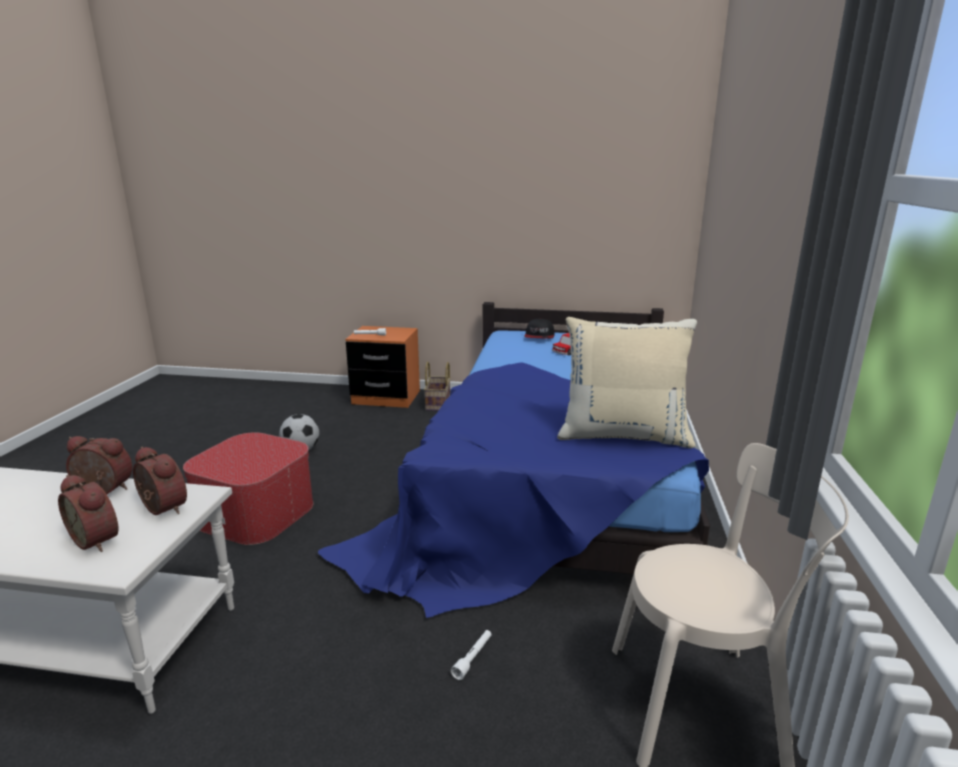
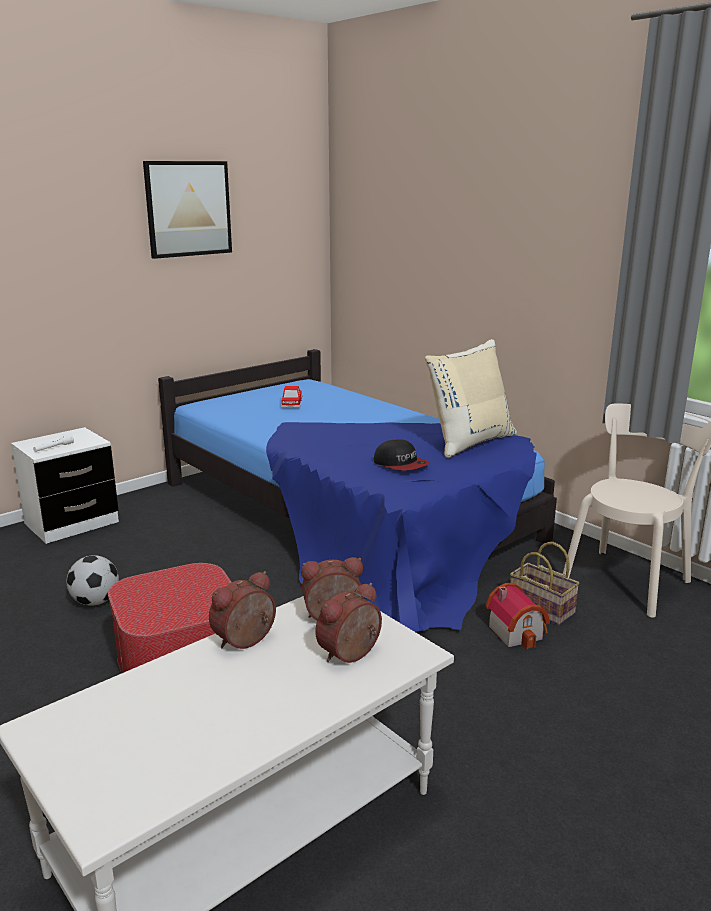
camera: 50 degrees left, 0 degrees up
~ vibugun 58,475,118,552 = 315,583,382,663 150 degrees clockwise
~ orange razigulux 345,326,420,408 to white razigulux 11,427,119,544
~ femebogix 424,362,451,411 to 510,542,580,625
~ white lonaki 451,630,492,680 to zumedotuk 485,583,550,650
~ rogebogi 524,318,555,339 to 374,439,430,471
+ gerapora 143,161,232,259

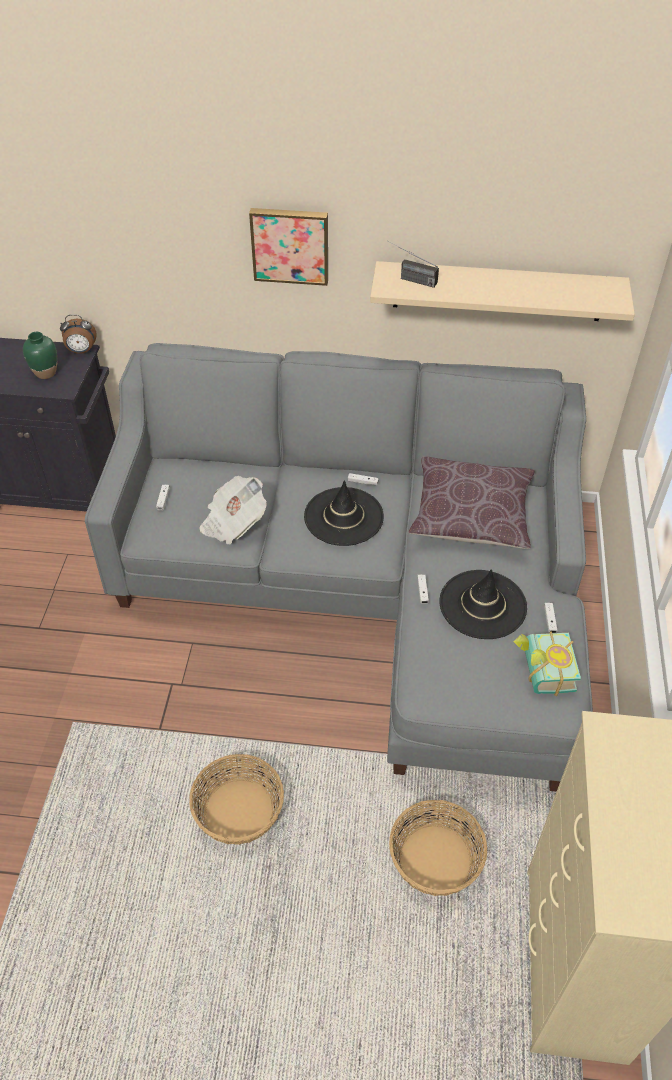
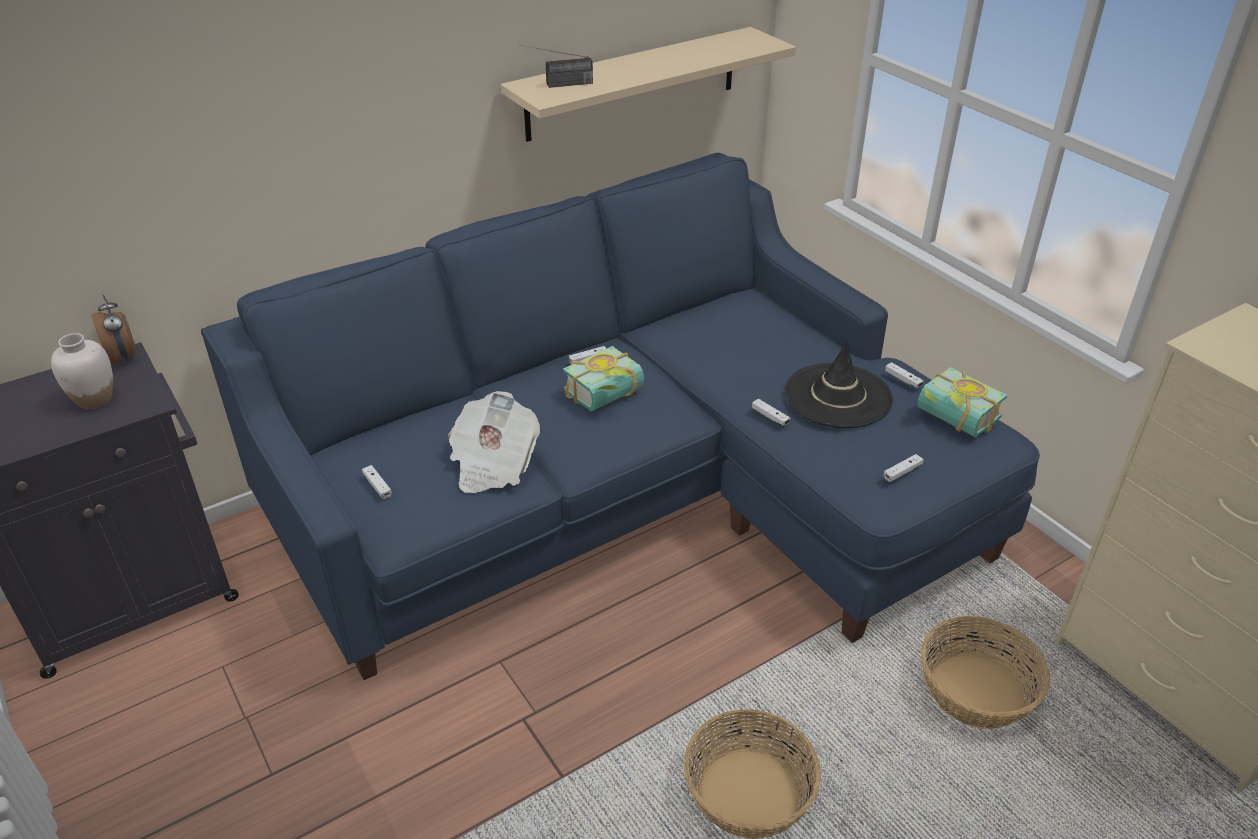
camera: 40 degrees left, 10 degrees down
~ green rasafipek 23,332,57,379 to white rasafipek 51,333,113,410
~ vibugun 60,314,97,354 = 92,295,136,365 75 degrees counterclockwise
~ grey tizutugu 85,343,593,791 to blue tizutugu 201,153,1040,680
- gerapora 249,208,328,286
~ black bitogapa 304,481,384,546 to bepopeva 563,346,644,411
- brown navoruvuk 409,457,535,549
+ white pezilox 884,454,924,482

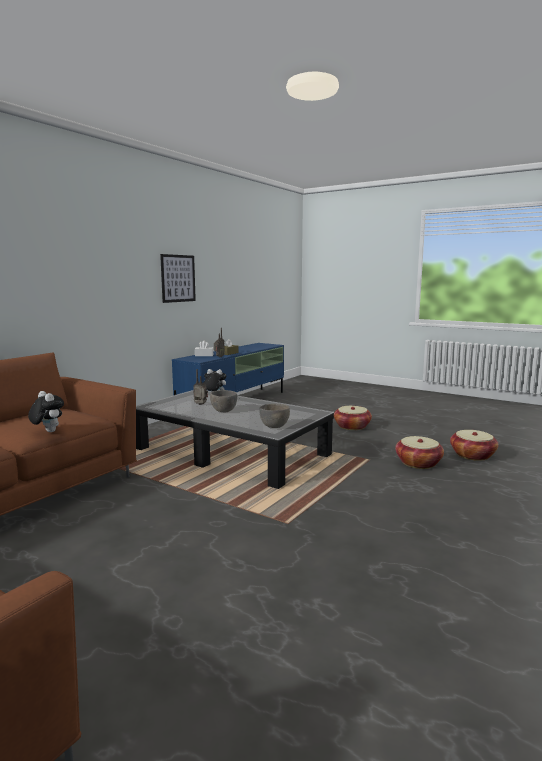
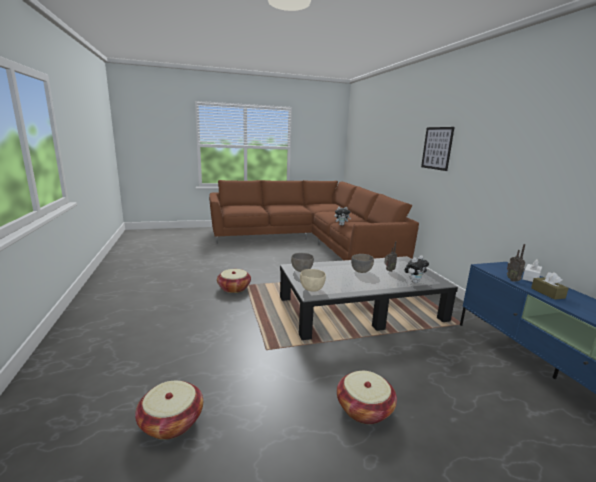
camera: 130 degrees right, 5 degrees up
~ gerapora 160,254,196,303 to 421,127,454,171
~ femebogix 395,436,444,469 to 217,269,251,293
+ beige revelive 300,269,326,292

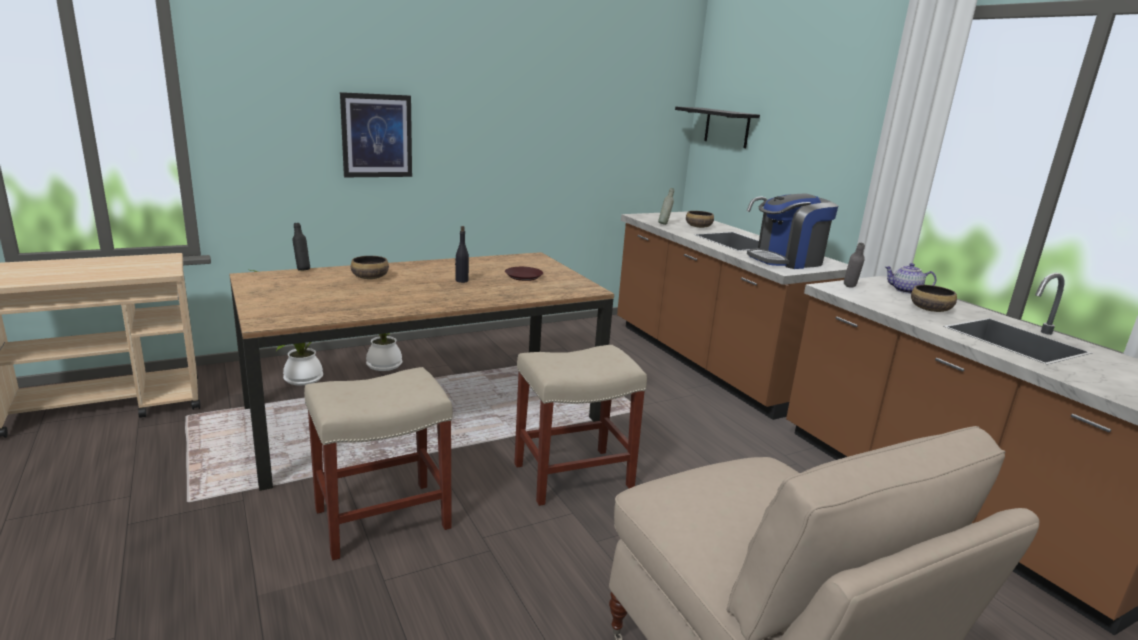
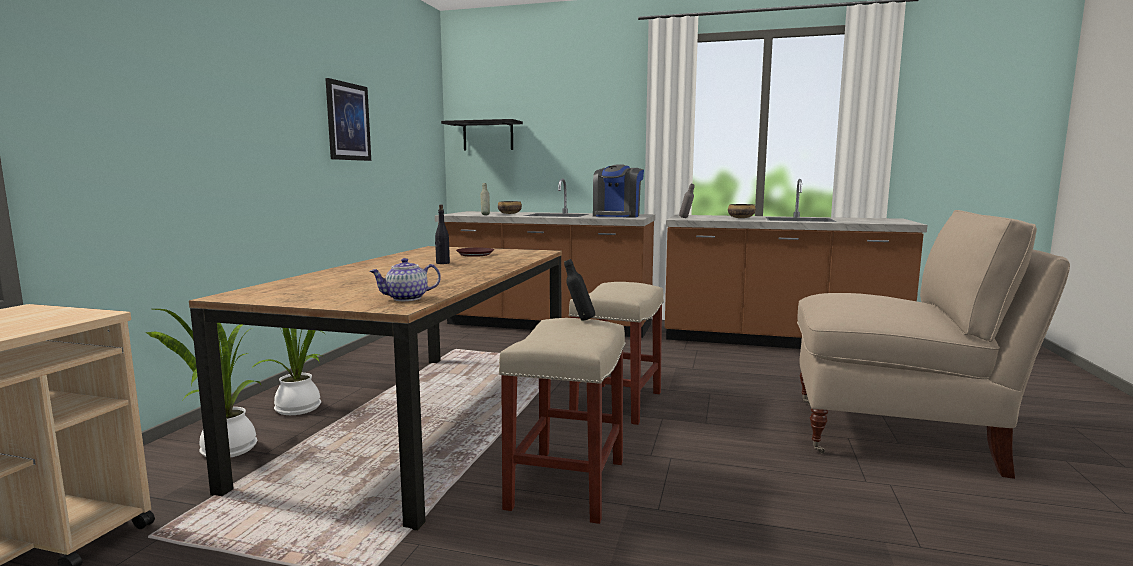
camera: 45 degrees left, 10 degrees down
~ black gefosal 292,223,310,271 to 564,259,595,321
~ gerapora 340,92,412,177 to 325,78,371,161
- revelive 351,256,389,279
~ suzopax 885,263,937,294 to 369,258,441,301

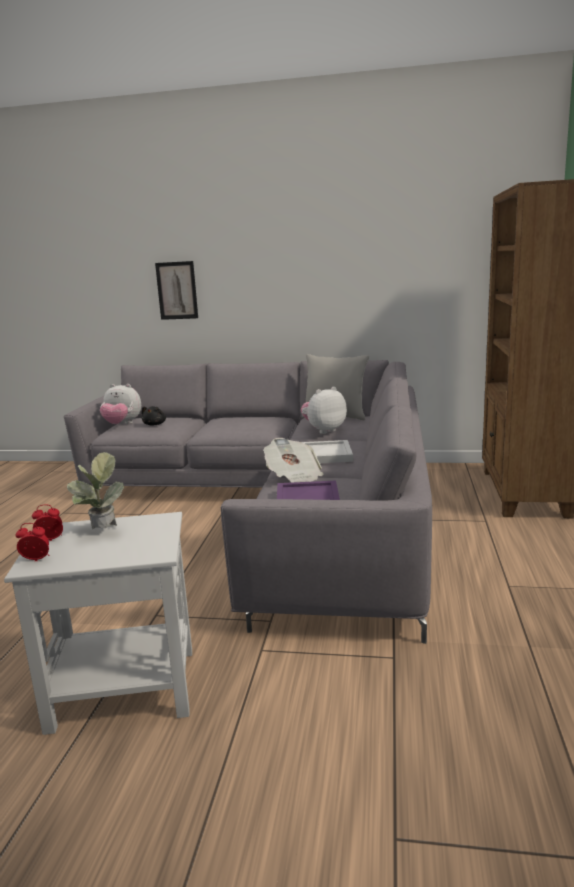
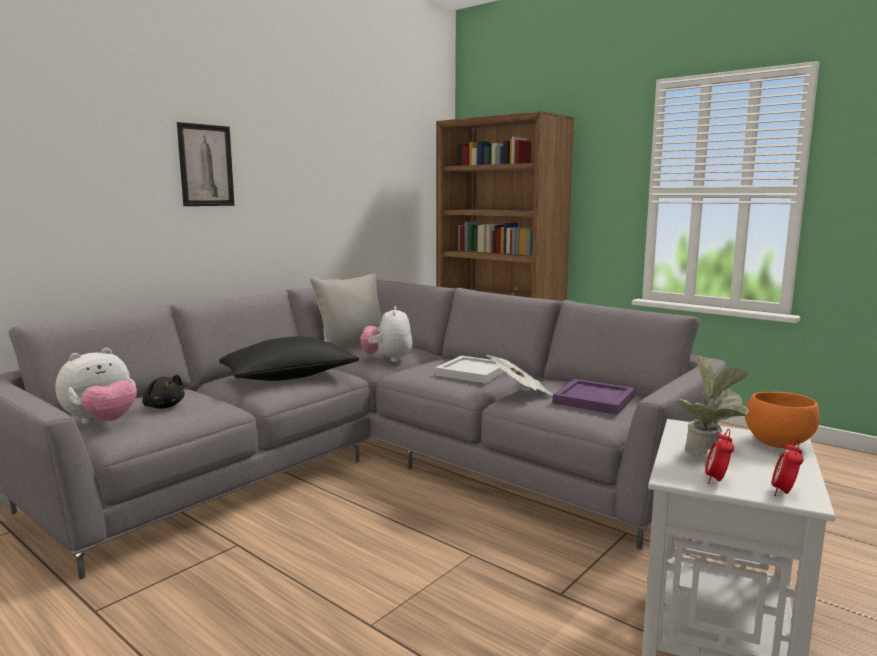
camera: 60 degrees left, 5 degrees down
~ gerapora 155,261,198,320 to 177,122,235,206
+ black navoruvuk 219,336,359,381
+ orange revelive 745,392,819,448

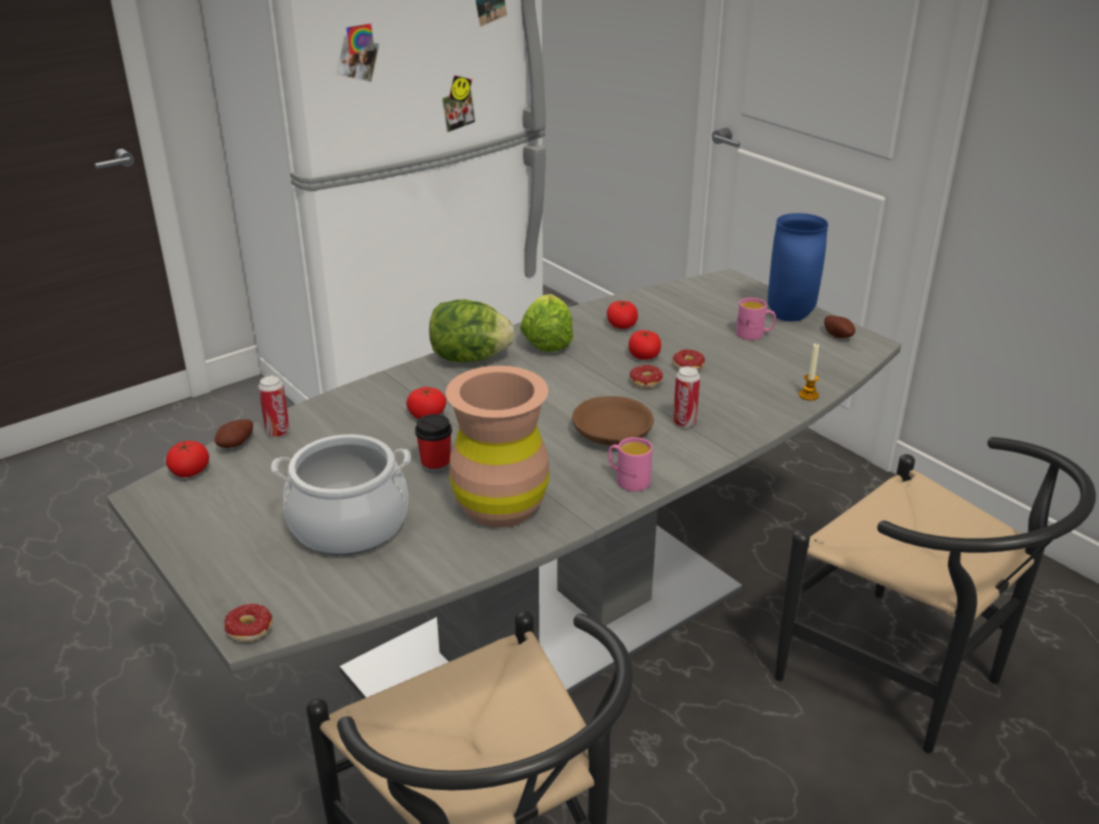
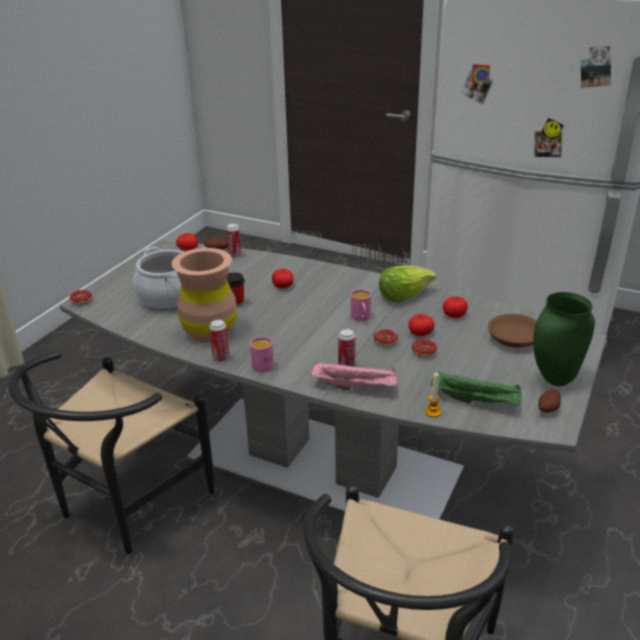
camera: 65 degrees right, 0 degrees up
- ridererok 429,299,515,362
~ brown revelive 572,396,654,446 to 488,314,537,348
~ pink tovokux 736,298,776,340 to 351,289,371,321
~ blue rasafipek 768,213,828,321 to green rasafipek 533,292,595,386
+ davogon 209,319,229,362
+ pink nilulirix 310,361,397,390
+ green nilulirix 431,371,521,405

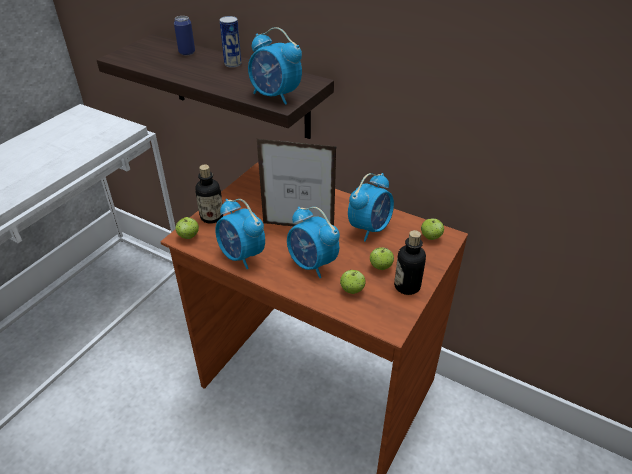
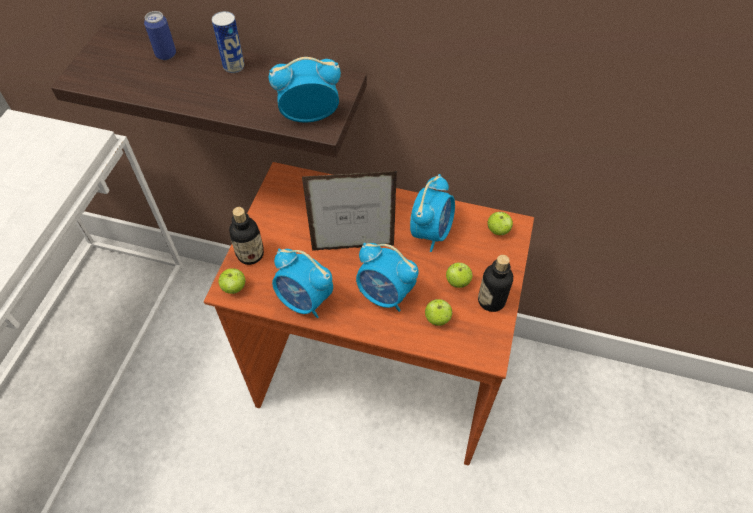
camera: 15 degrees left, 15 degrees up
~ vibugun 248,27,302,105 = 269,57,341,123 150 degrees clockwise

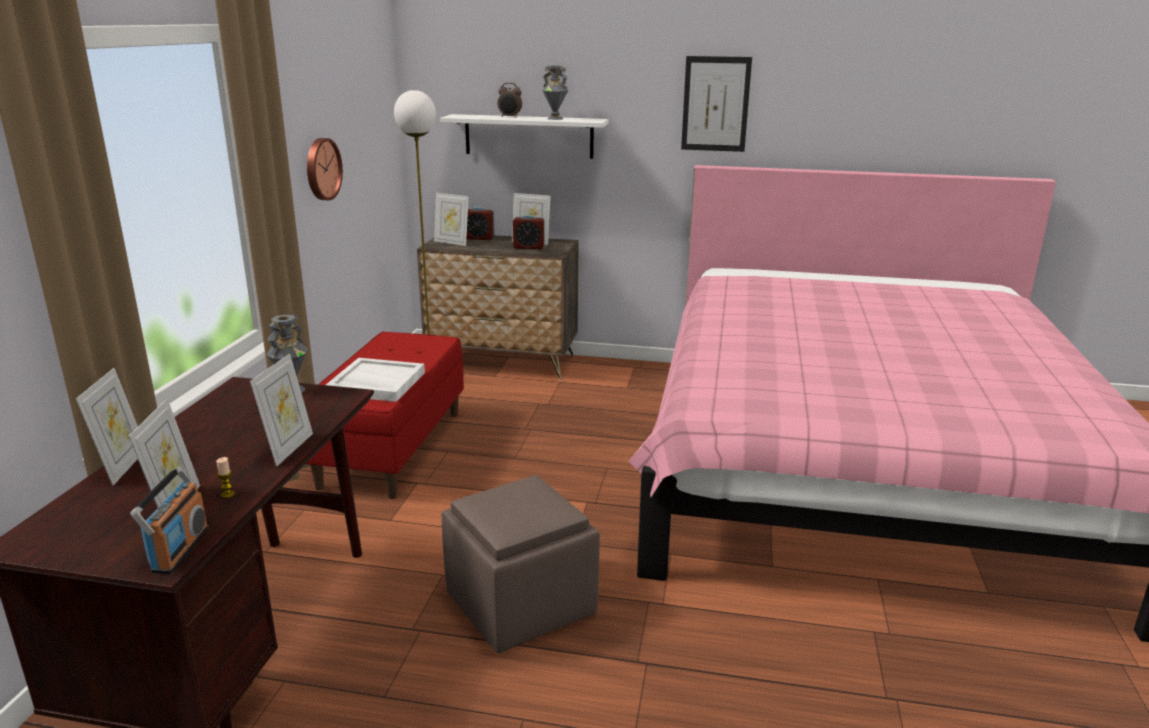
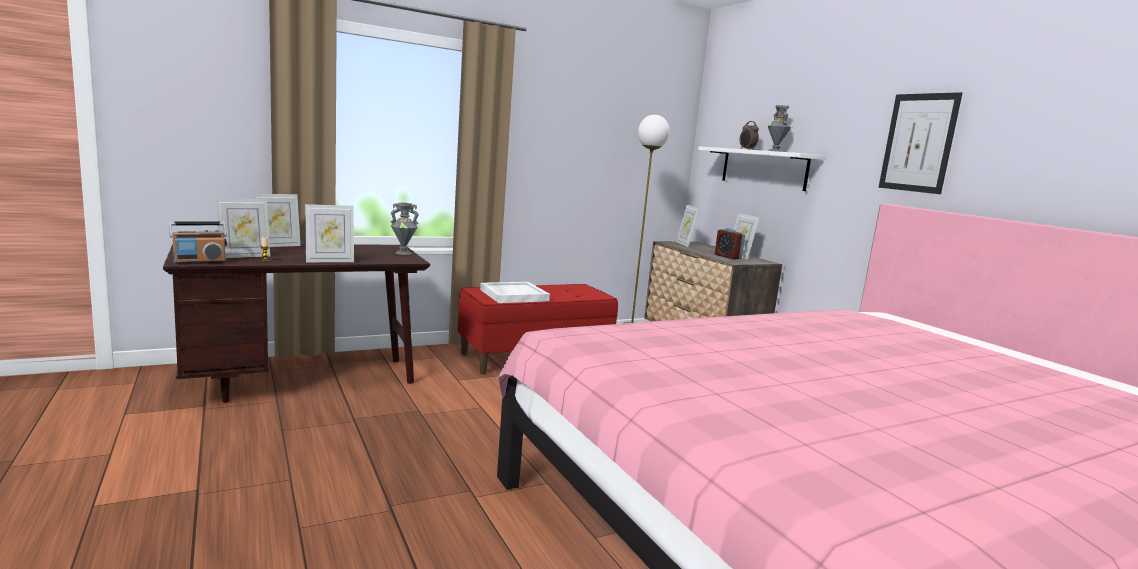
camera: 50 degrees right, 10 degrees down
- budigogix 307,138,343,200
- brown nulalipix 442,475,600,653
- vibugun 467,206,495,240

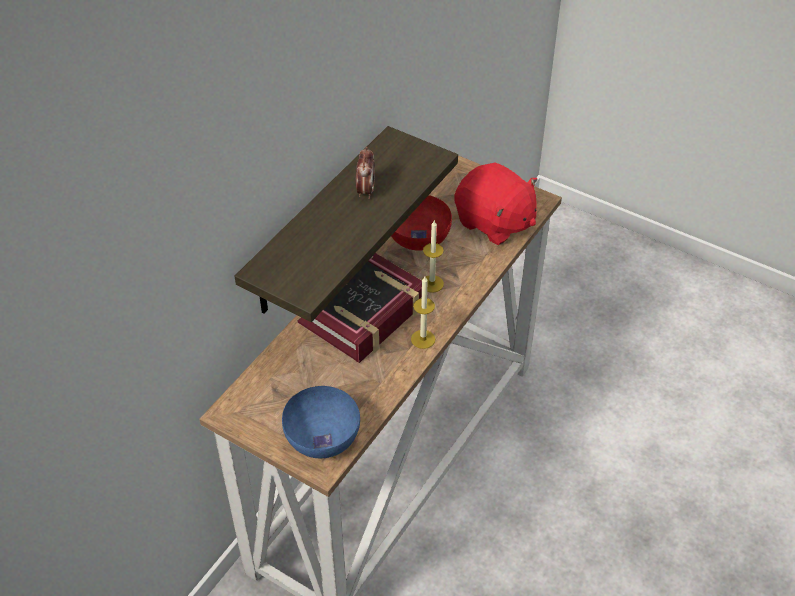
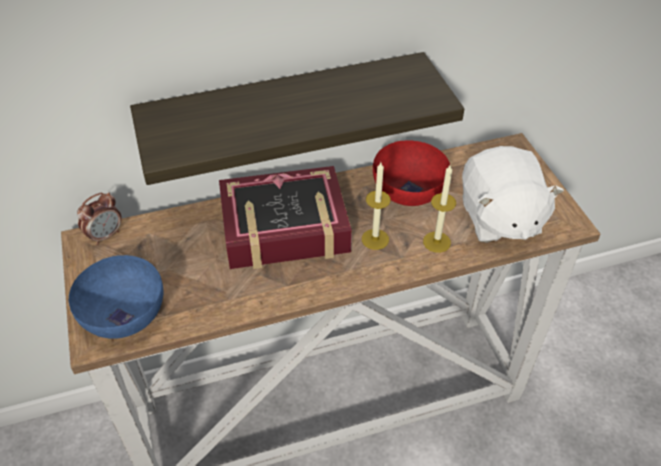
camera: 40 degrees right, 0 degrees up
~ vibugun 356,147,375,199 to 77,192,122,245
~ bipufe 411,277,435,349 to 423,165,456,253
~ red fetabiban 454,162,538,245 to white fetabiban 462,146,564,243

